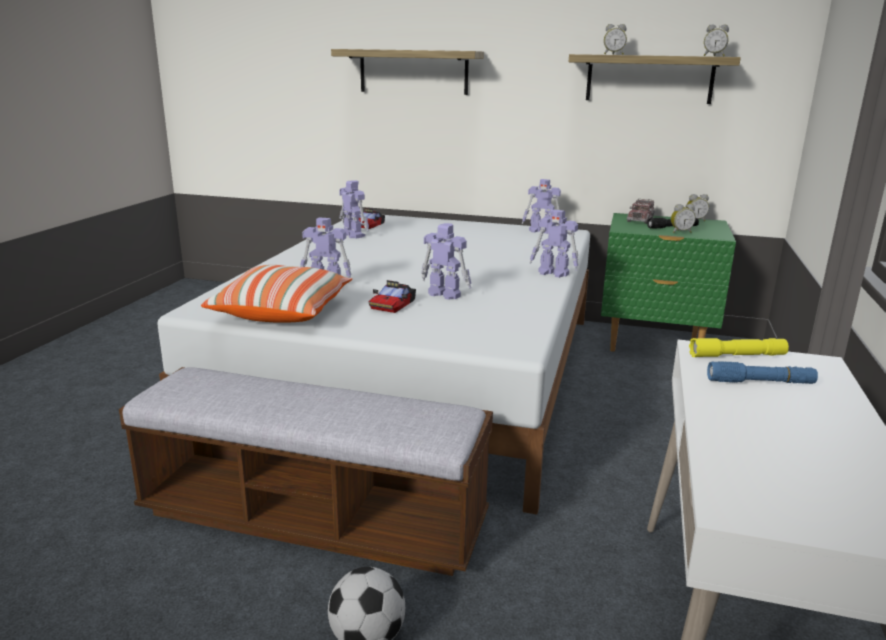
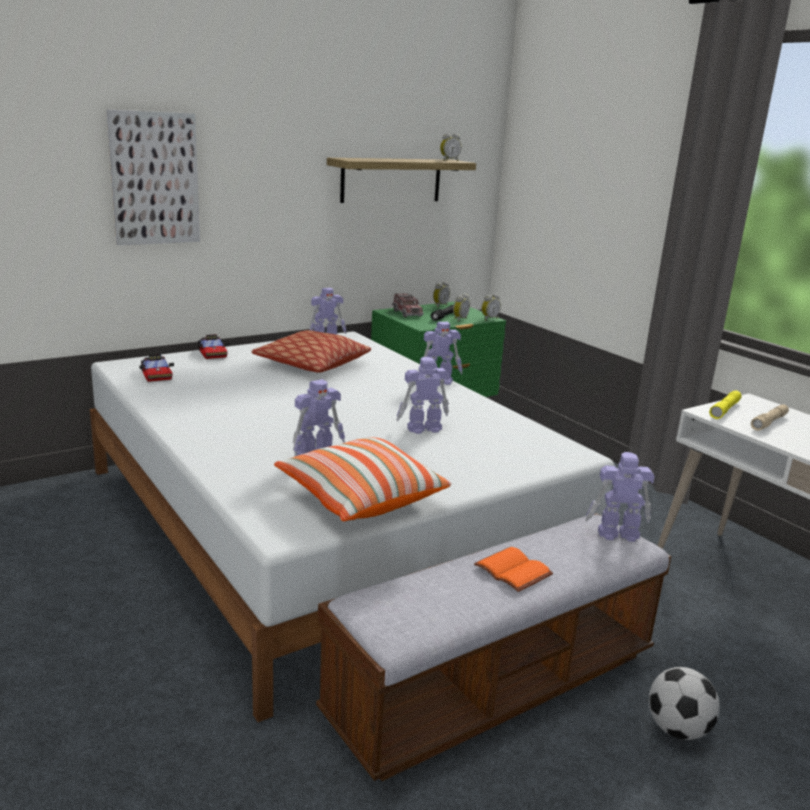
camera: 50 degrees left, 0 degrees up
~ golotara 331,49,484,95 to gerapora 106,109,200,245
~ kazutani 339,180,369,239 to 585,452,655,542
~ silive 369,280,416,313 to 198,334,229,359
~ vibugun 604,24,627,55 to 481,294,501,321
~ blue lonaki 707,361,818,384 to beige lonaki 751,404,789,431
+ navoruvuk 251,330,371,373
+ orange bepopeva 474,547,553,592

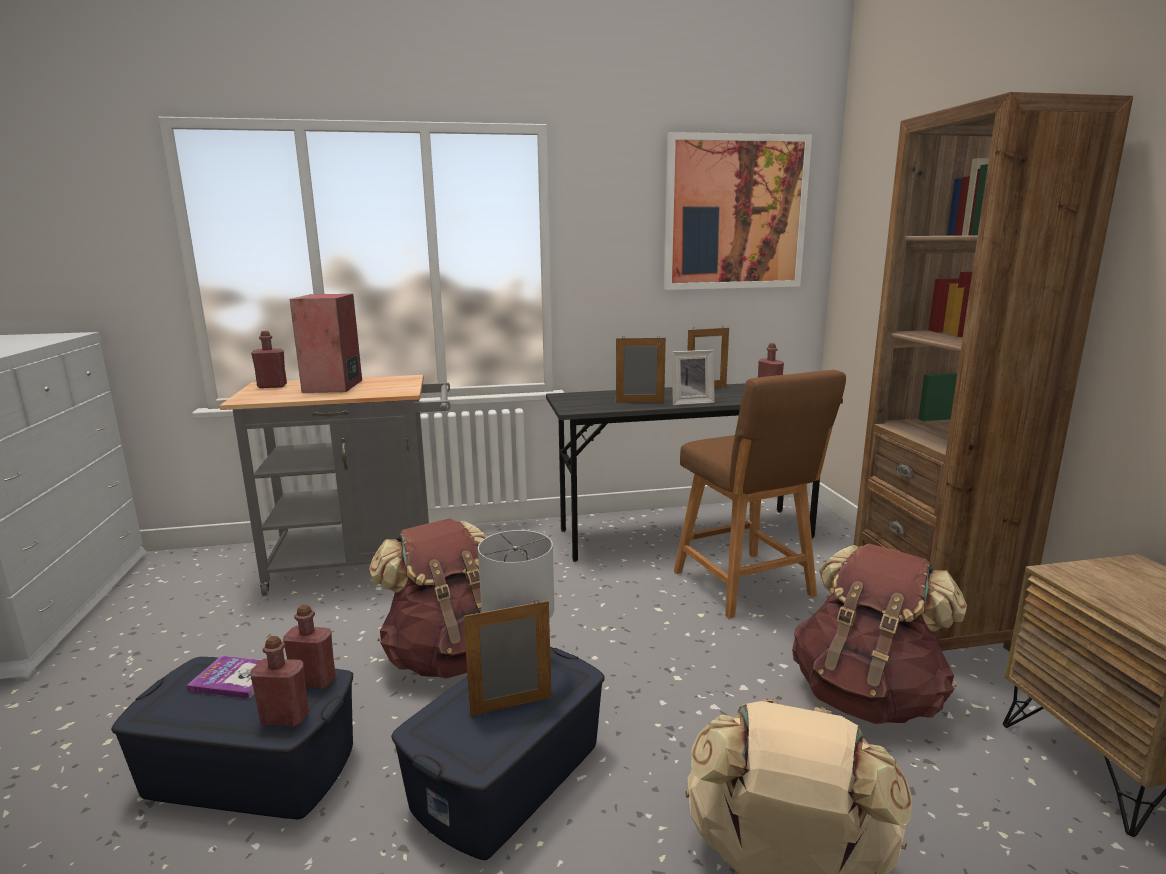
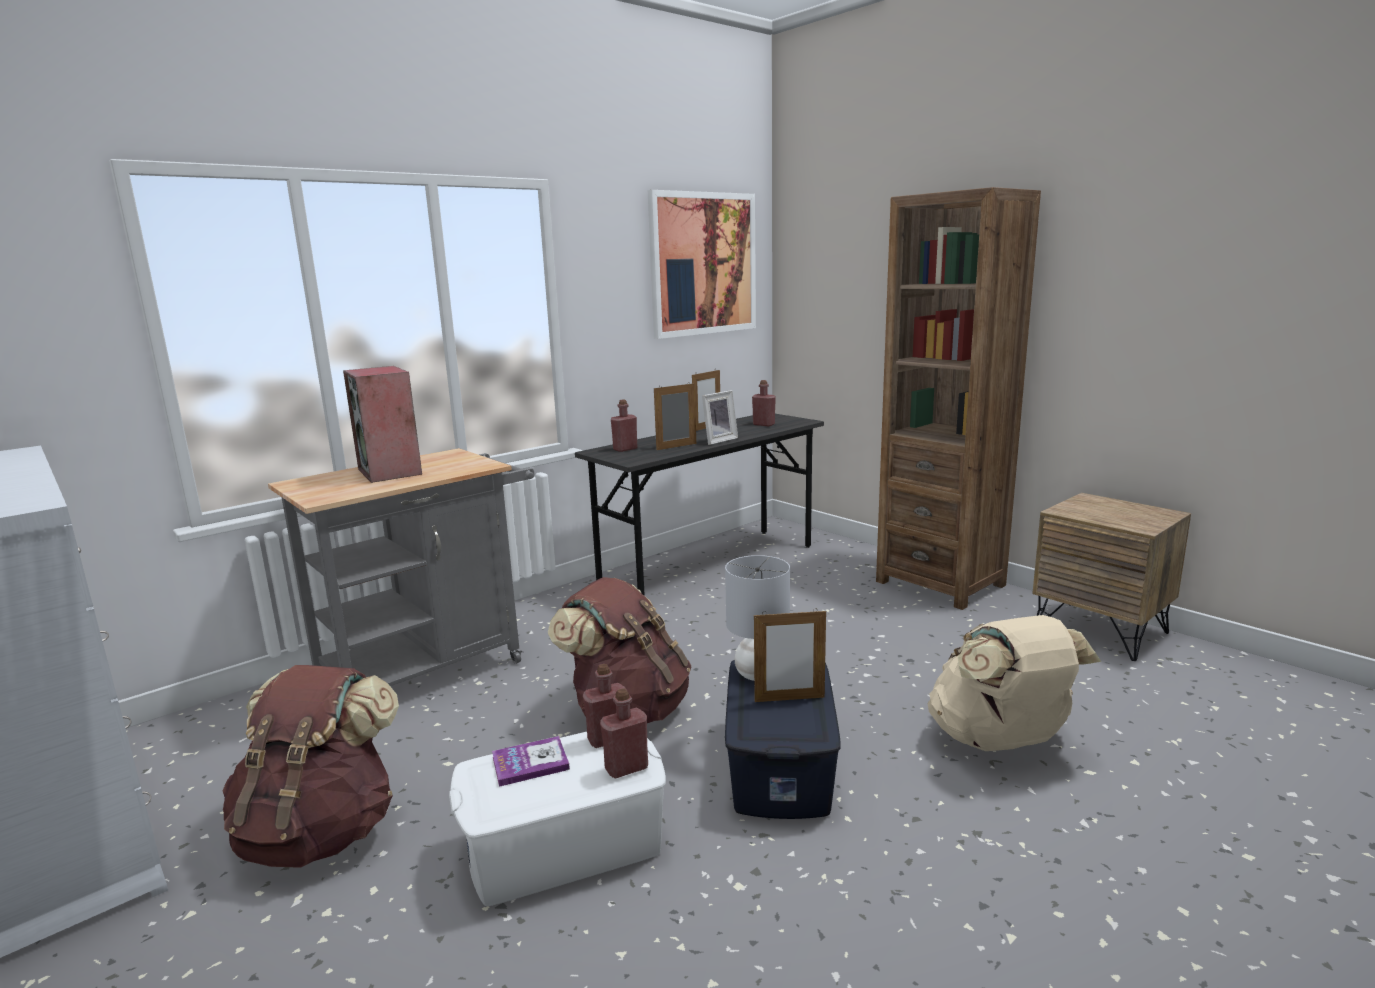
camera: 30 degrees left, 0 degrees up
~ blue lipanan 111,657,353,819 to white lipanan 449,732,666,906
~ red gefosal 251,331,287,388 to 611,399,638,452
~ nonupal 464,600,552,716 = 754,608,826,702 135 degrees counterclockwise
- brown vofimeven 674,370,846,619
~ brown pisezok 792,544,967,724 to 222,665,399,868

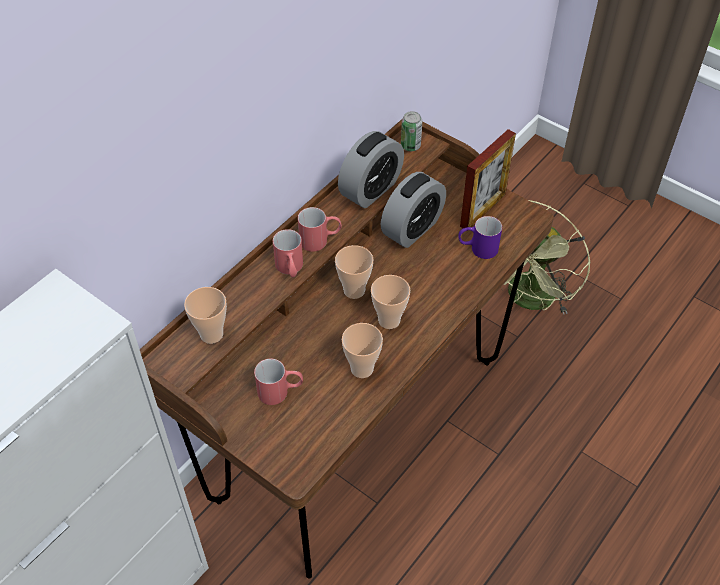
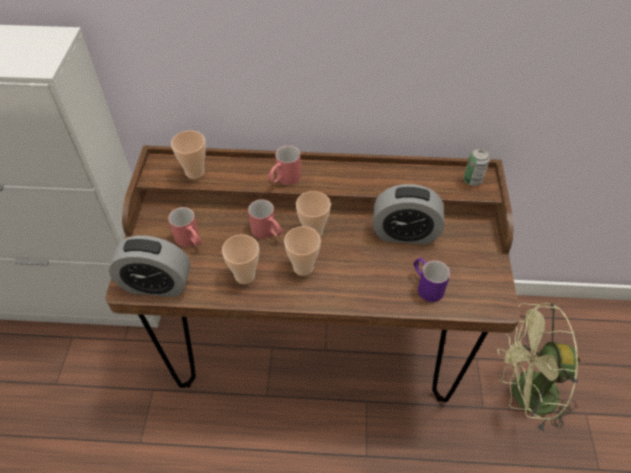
camera: 55 degrees right, 0 degrees up
~ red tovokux 298,207,342,252 to 248,199,282,239
~ vibugun 338,131,404,208 to 109,235,190,297
- nonupal 460,129,516,231

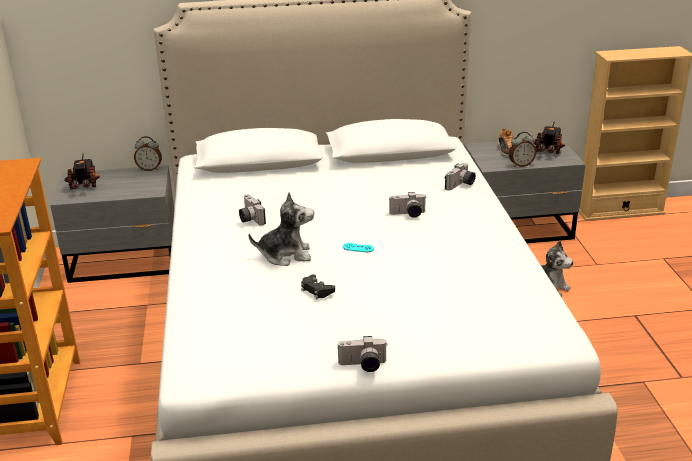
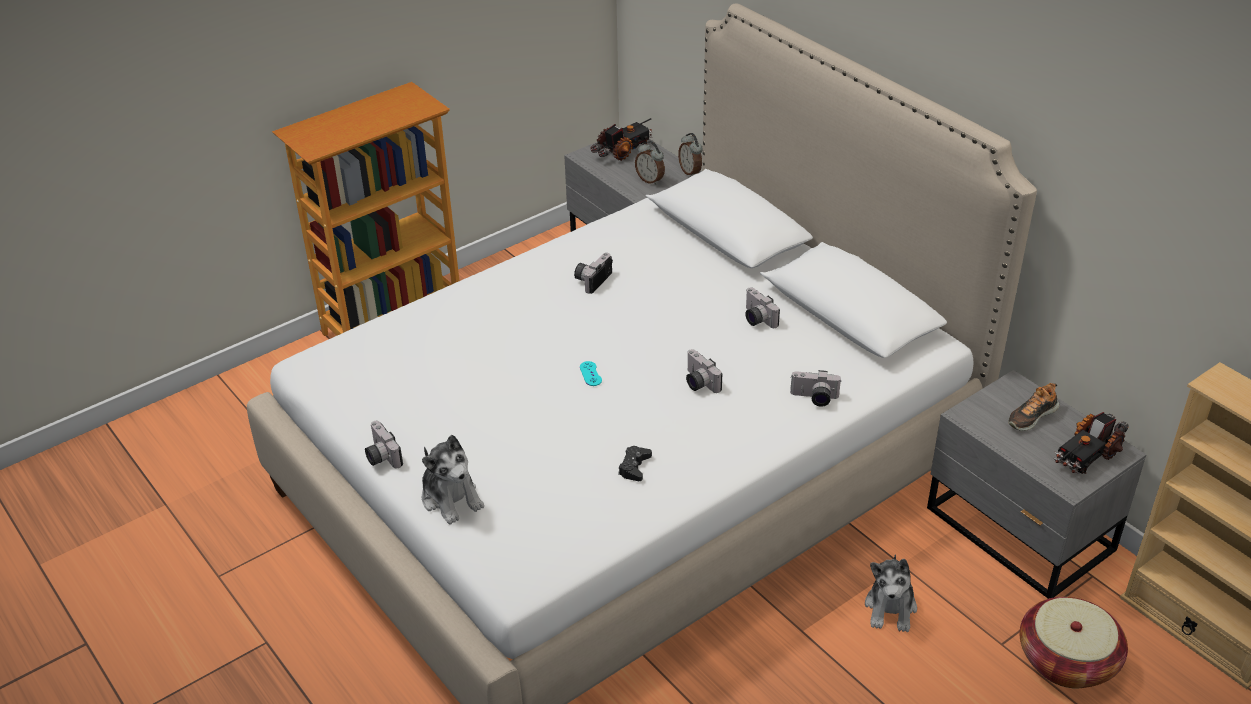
camera: 60 degrees right, 10 degrees up
~ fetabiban 248,192,314,266 to 422,435,484,524
~ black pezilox 301,274,335,299 to 618,446,652,481
~ vibugun 509,132,536,167 to 635,141,665,185
~ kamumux 533,121,565,154 = 1053,412,1129,474 150 degrees clockwise
+ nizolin 745,287,780,328
+ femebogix 1020,597,1128,689

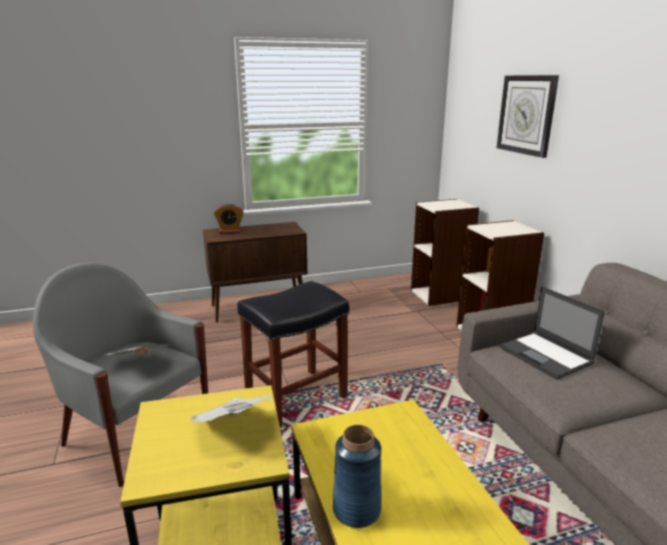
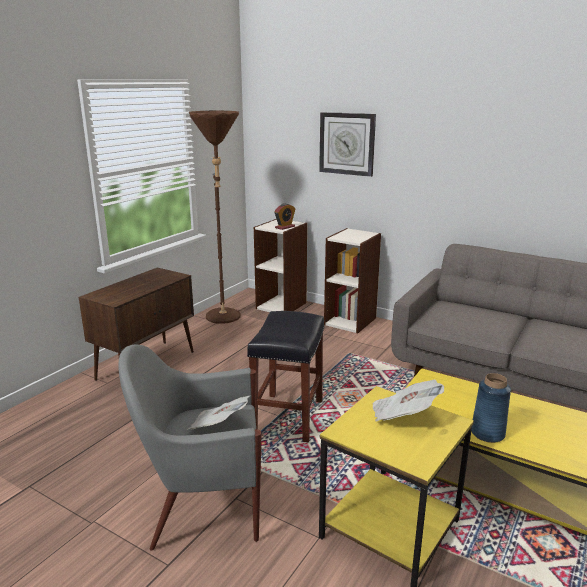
camera: 40 degrees left, 0 degrees up
~ vibugun 214,204,244,233 to 274,203,296,230
- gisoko 499,286,605,380
+ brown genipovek 189,111,241,324

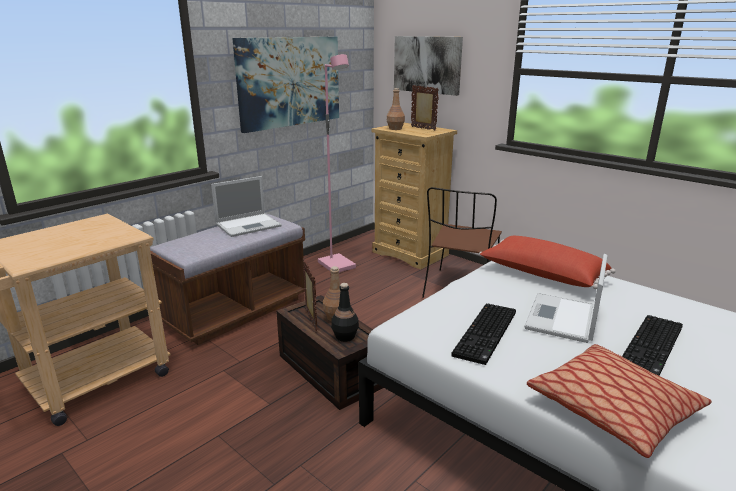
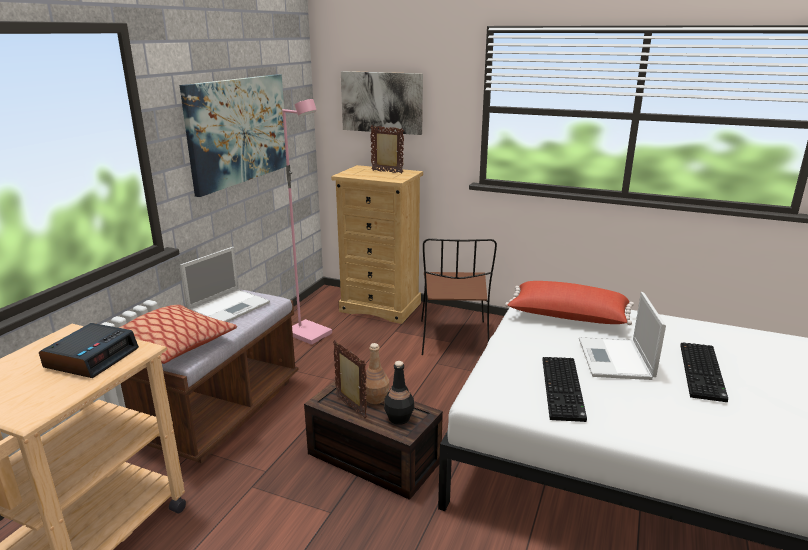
camera: 20 degrees left, 0 degrees up
- brown gefosal 387,88,405,130
~ navoruvuk 527,344,712,458 to 119,305,237,364
+ vibugun 39,323,139,378

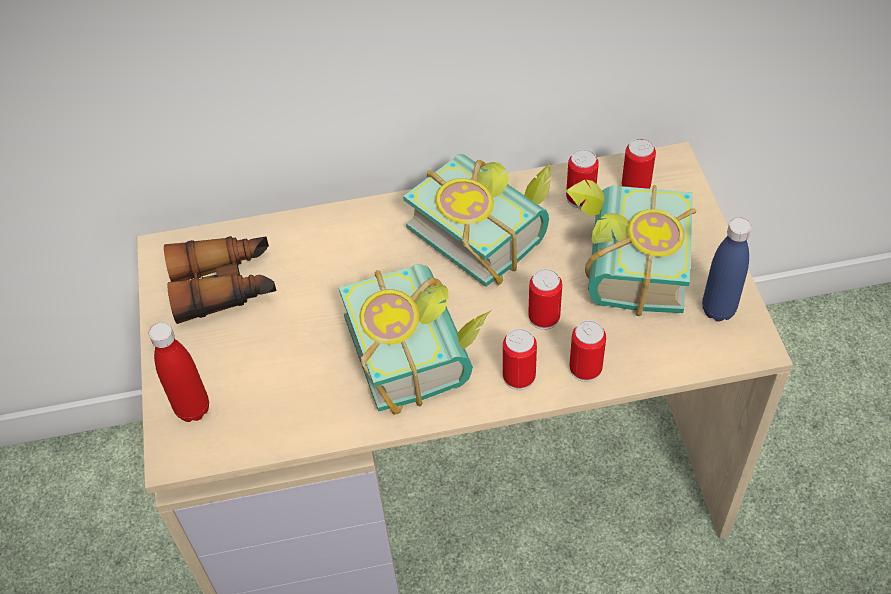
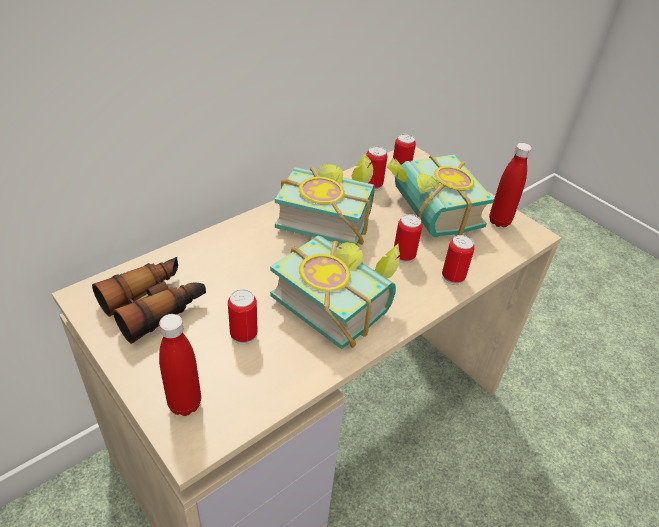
camera: 35 degrees left, 10 degrees down
~ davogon 503,329,537,390 to 228,289,257,345
~ blue gefosal 702,217,752,321 to red gefosal 489,143,532,227

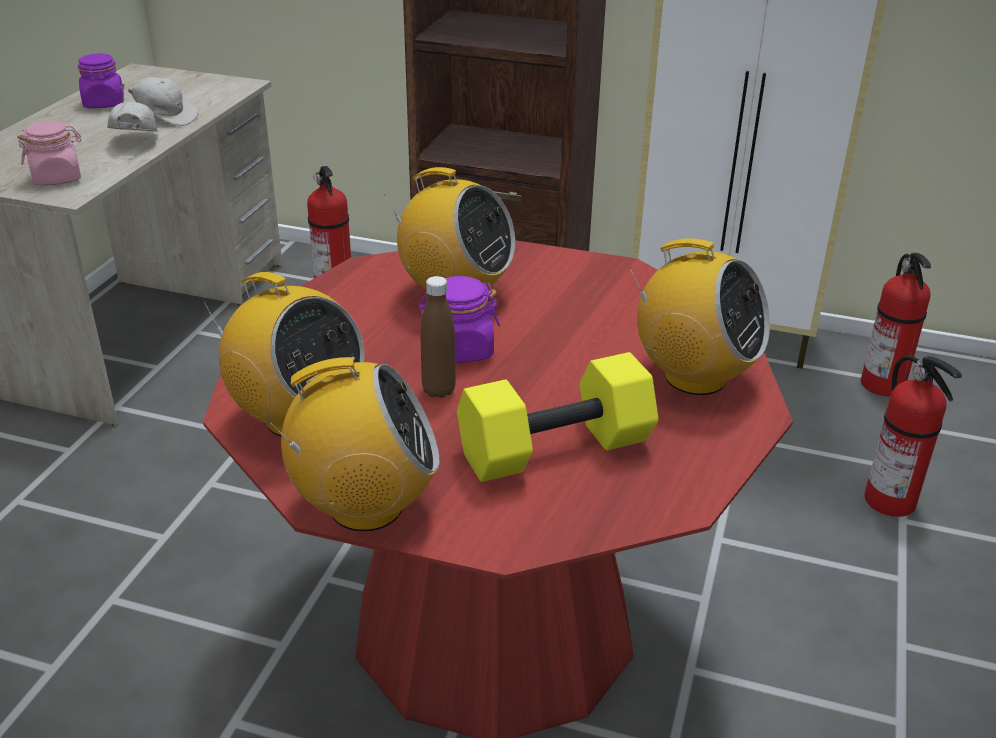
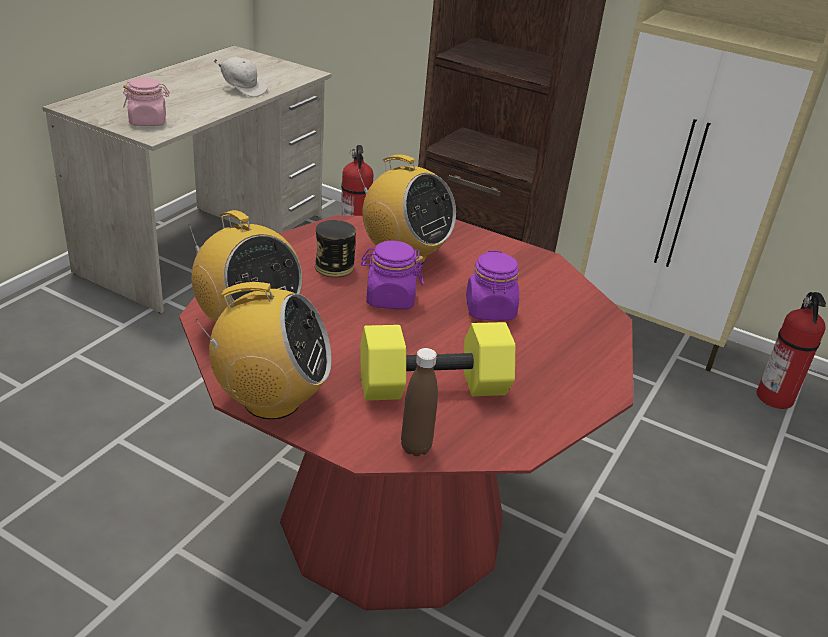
camera: 10 degrees right, 0 degrees up
~ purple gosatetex 78,53,124,108 to 466,250,519,321
- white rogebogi 107,101,158,132
~ brown gefosal 420,276,456,398 to 401,348,438,456
- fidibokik 629,238,770,395
- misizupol 864,355,962,517
+ davogon 315,220,356,277

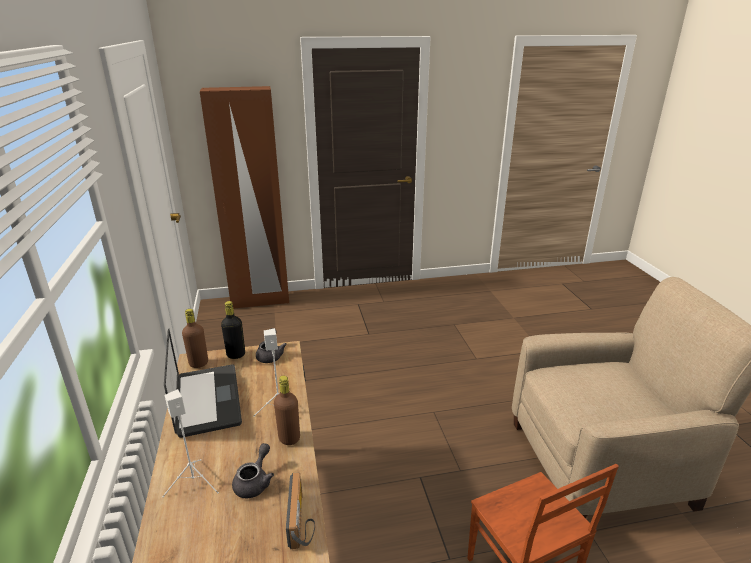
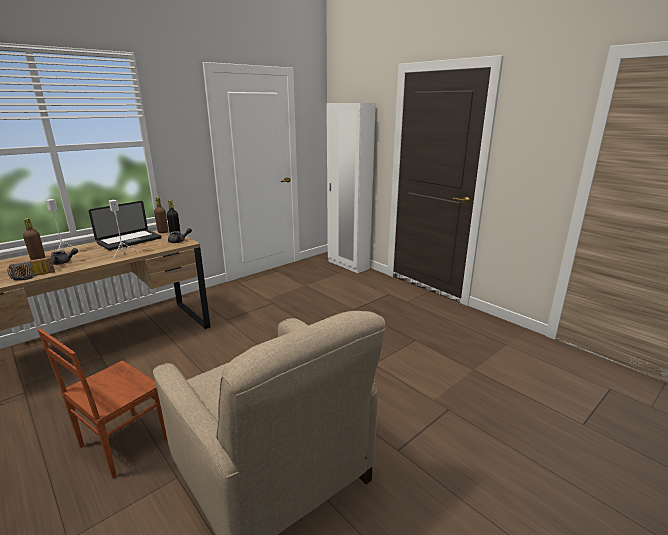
camera: 60 degrees right, 5 degrees down
~ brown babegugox 200,86,289,309 to white babegugox 327,103,376,273
~ brown gefosal 274,376,300,445 to 23,218,45,260

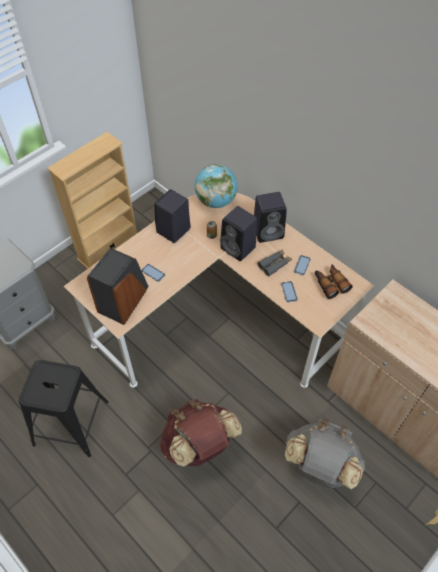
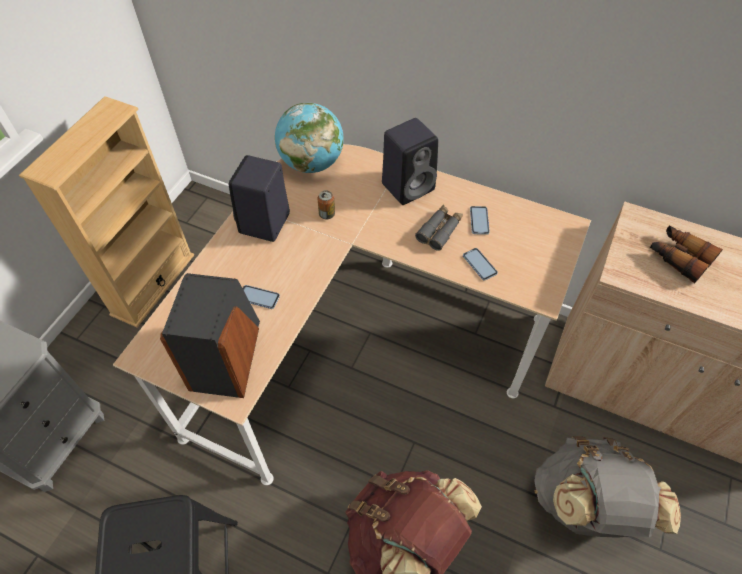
camera: 20 degrees left, 0 degrees up
- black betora 220,206,257,261
~ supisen 315,265,353,299 to 650,225,723,284

